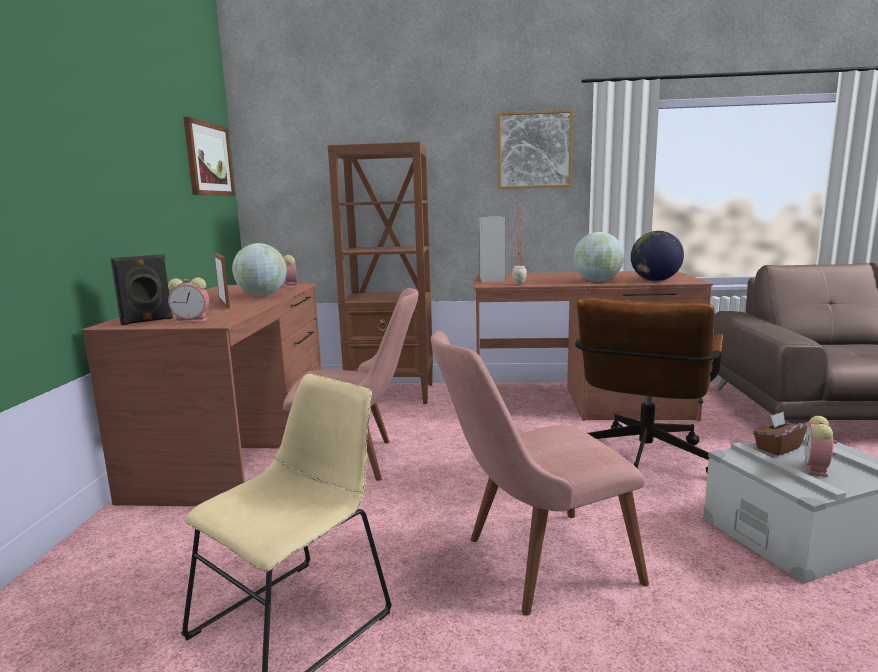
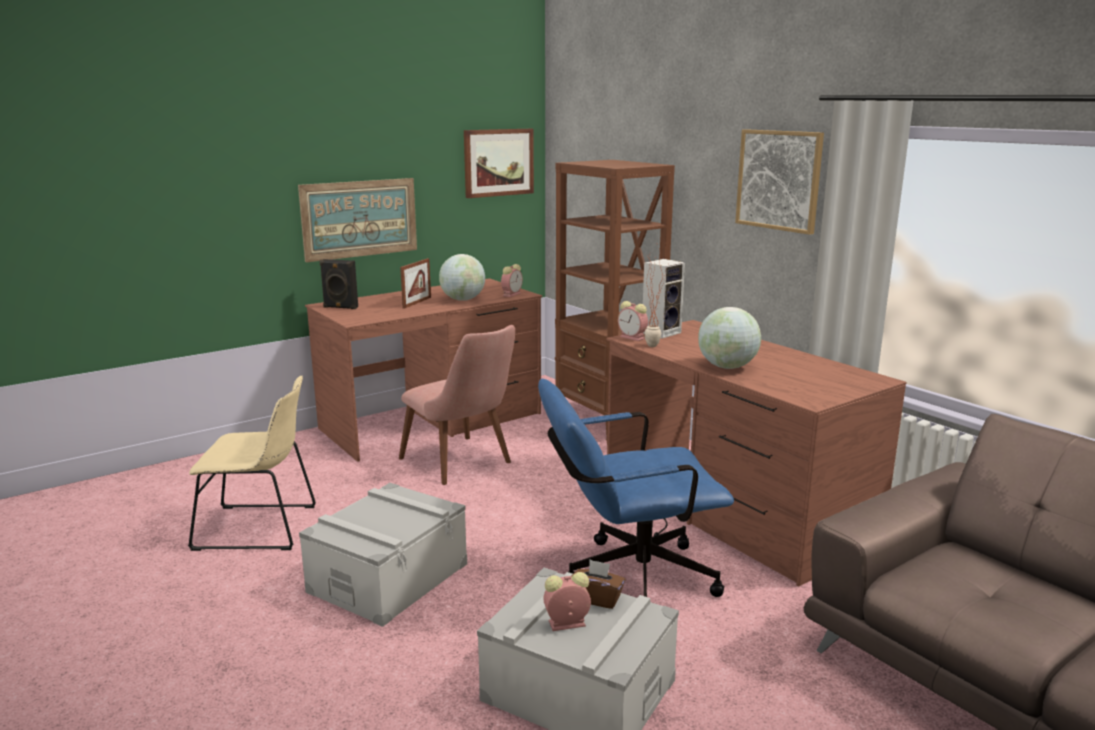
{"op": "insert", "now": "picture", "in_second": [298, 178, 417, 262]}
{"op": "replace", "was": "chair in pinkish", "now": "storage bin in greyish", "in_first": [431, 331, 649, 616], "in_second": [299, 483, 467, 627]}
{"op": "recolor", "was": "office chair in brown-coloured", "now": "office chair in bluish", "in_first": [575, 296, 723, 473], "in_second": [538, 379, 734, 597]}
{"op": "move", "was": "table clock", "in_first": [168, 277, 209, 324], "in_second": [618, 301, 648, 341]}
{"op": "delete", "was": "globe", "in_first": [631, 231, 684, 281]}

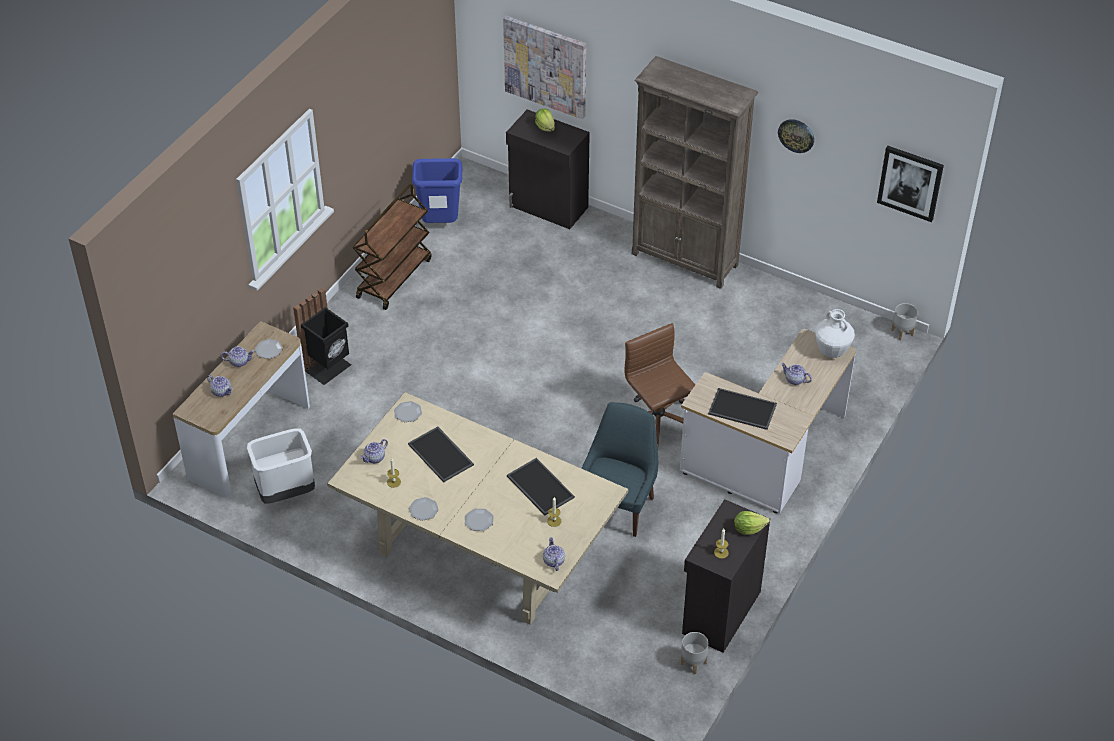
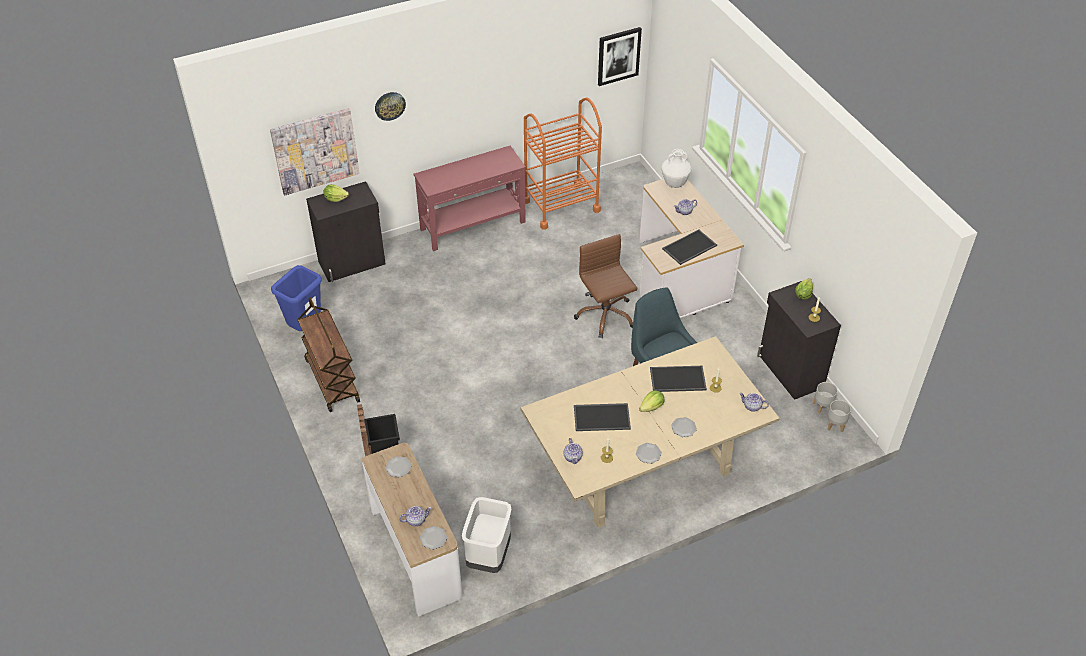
{"op": "move", "was": "clock on the wall", "in_first": [778, 119, 814, 153], "in_second": [375, 92, 406, 121]}
{"op": "replace", "was": "bookcase in brown-coloured", "now": "narrow table in reddish", "in_first": [632, 56, 758, 289], "in_second": [414, 146, 526, 251]}
{"op": "move", "was": "plate", "in_first": [394, 401, 422, 422], "in_second": [420, 526, 447, 550]}
{"op": "insert", "now": "cart in orange-coloured", "in_second": [524, 97, 602, 230]}
{"op": "rotate", "was": "office chair in brown-coloured", "in_first": [625, 323, 695, 448], "in_second": [574, 234, 637, 338], "clockwise": 60}
{"op": "insert", "now": "head of lettuce", "in_second": [639, 391, 665, 412]}
{"op": "move", "was": "plant pot in greyish", "in_first": [891, 303, 918, 340], "in_second": [827, 400, 851, 432]}
{"op": "delete", "was": "teapot", "in_first": [221, 347, 255, 367]}

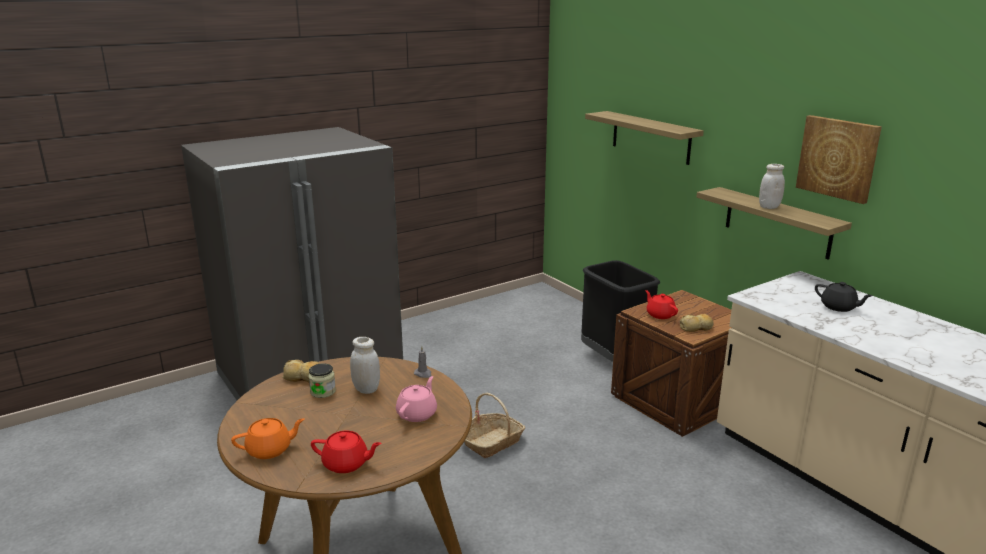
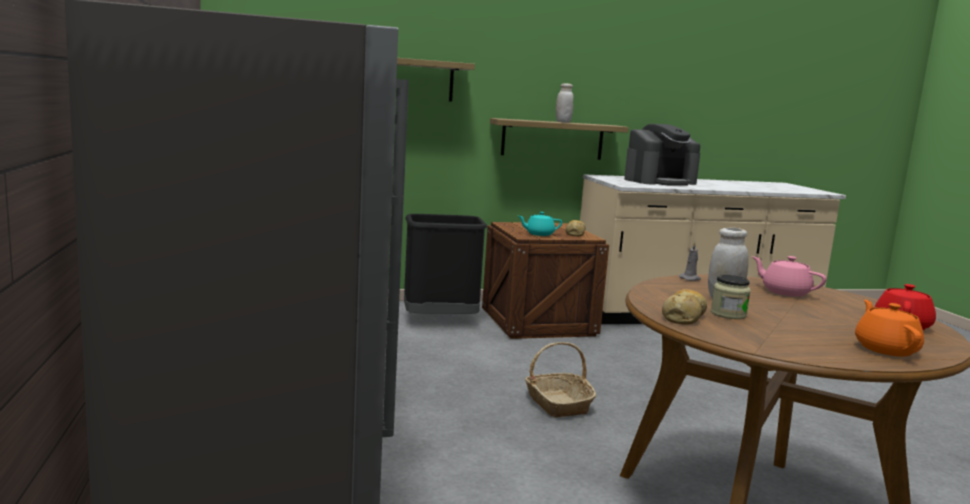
{"op": "recolor", "was": "teapot in reddish", "now": "teapot in turquoise-coloured", "in_first": [645, 290, 678, 319], "in_second": [518, 212, 562, 236]}
{"op": "replace", "was": "teapot in blackish", "now": "coffee machine", "in_first": [815, 282, 873, 312], "in_second": [624, 124, 700, 186]}
{"op": "delete", "was": "picture", "in_first": [796, 115, 882, 204]}

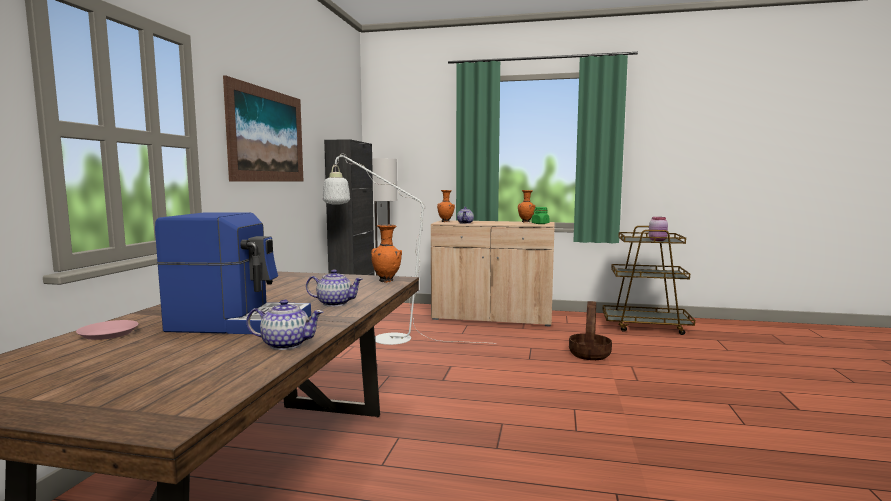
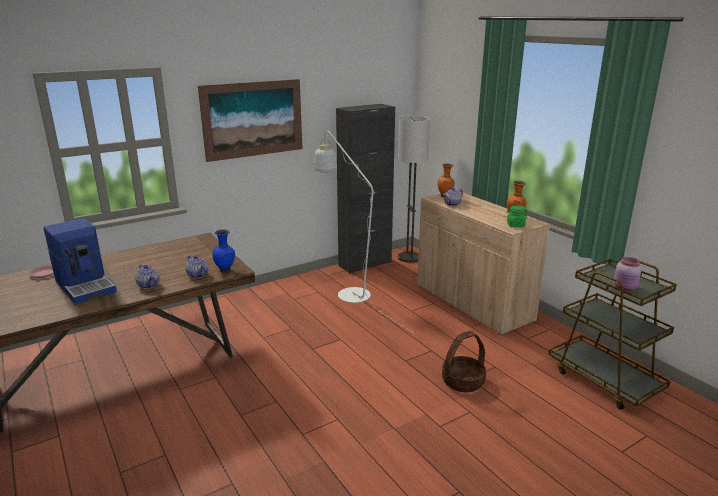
{"op": "move", "was": "teapot", "in_first": [246, 299, 323, 350], "in_second": [185, 255, 209, 278]}
{"op": "recolor", "was": "vase in orange-coloured", "now": "vase in bluish", "in_first": [371, 224, 402, 283], "in_second": [212, 229, 235, 273]}

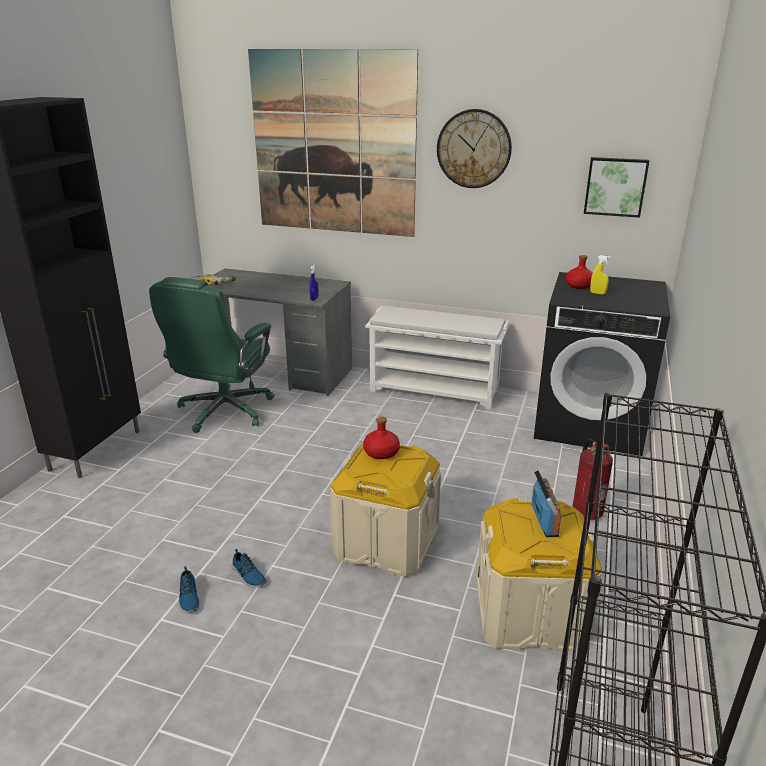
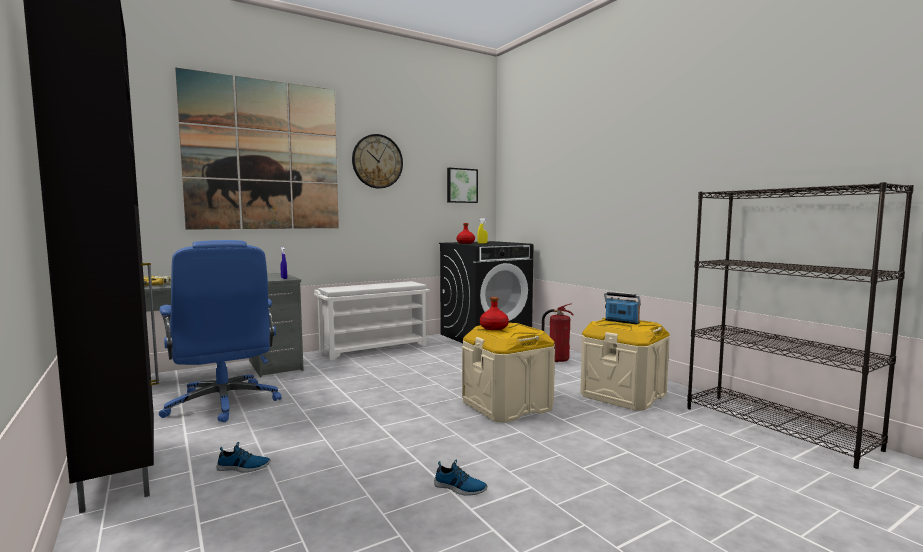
{"op": "recolor", "was": "office chair in green-coloured", "now": "office chair in bluish", "in_first": [149, 277, 275, 433], "in_second": [159, 240, 282, 422]}
{"op": "move", "was": "item of footwear", "in_first": [232, 549, 267, 588], "in_second": [217, 442, 270, 472]}

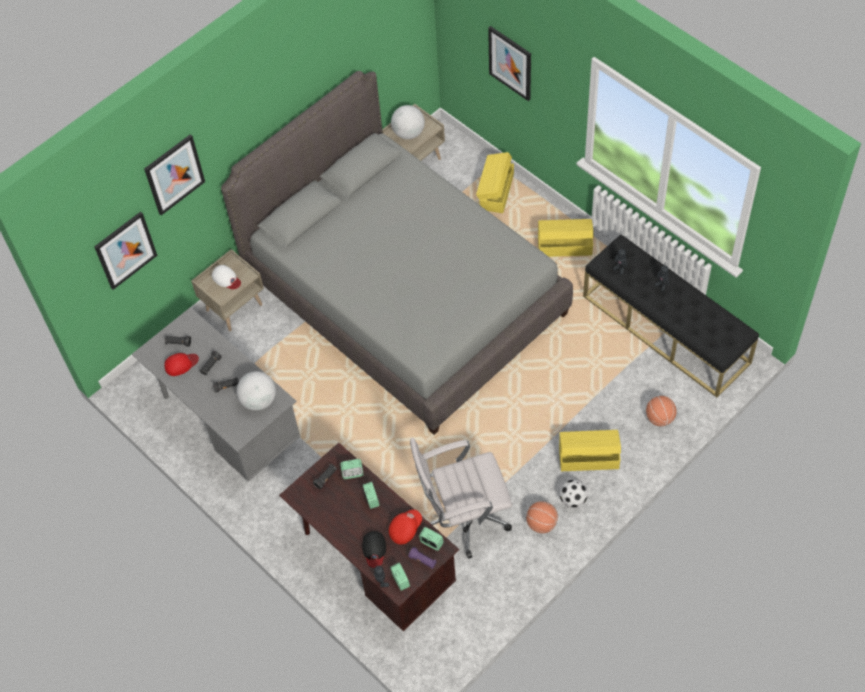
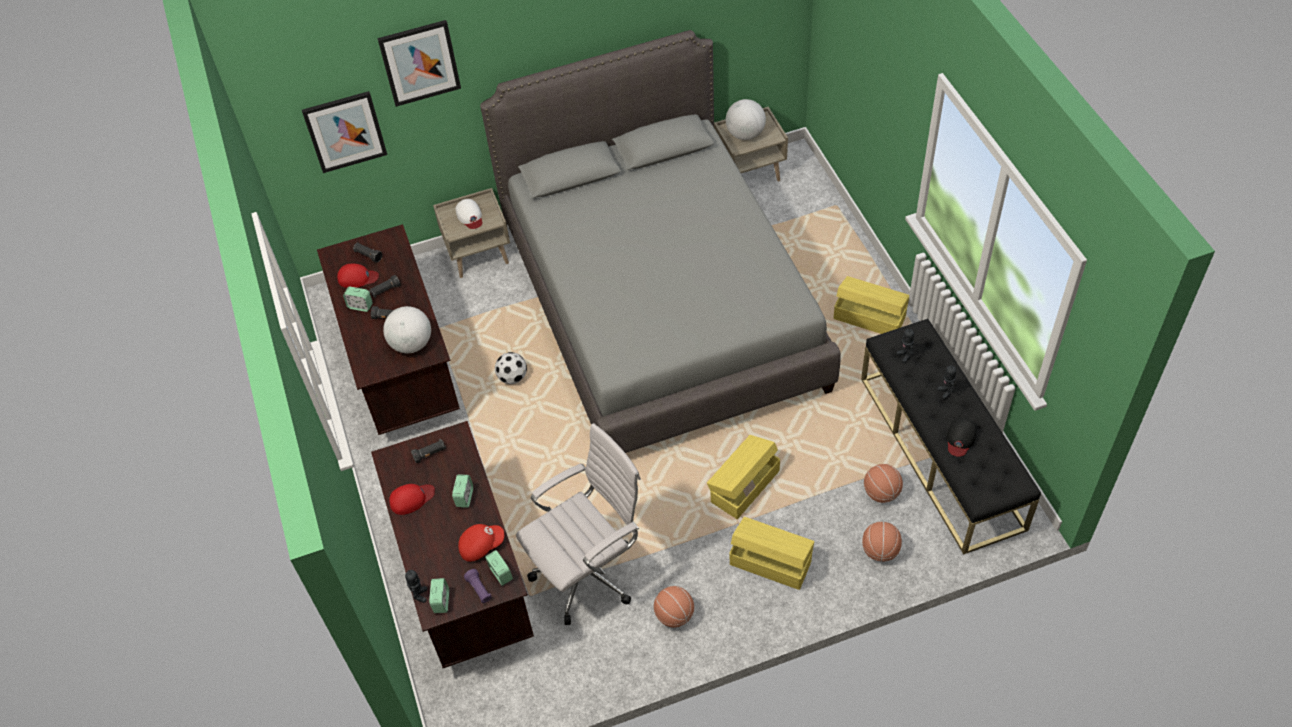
{"op": "recolor", "was": "desk table in greyish", "now": "desk table in brown-coloured", "in_first": [132, 307, 300, 482], "in_second": [317, 224, 460, 435]}
{"op": "move", "was": "table clock", "in_first": [340, 459, 364, 479], "in_second": [343, 287, 373, 312]}
{"op": "insert", "now": "baseball cap in reddish", "in_second": [389, 484, 435, 515]}
{"op": "move", "was": "football", "in_first": [560, 479, 588, 508], "in_second": [495, 352, 527, 384]}
{"op": "rotate", "was": "office chair in white-coloured", "in_first": [410, 438, 512, 559], "in_second": [516, 423, 641, 625], "clockwise": 135}
{"op": "move", "was": "storage bin in yellowish", "in_first": [476, 152, 514, 213], "in_second": [707, 435, 780, 519]}
{"op": "insert", "now": "basketball", "in_second": [864, 464, 903, 503]}
{"op": "move", "was": "baseball cap in blackish", "in_first": [362, 531, 386, 568], "in_second": [947, 417, 977, 457]}
{"op": "delete", "was": "picture", "in_first": [488, 26, 531, 101]}

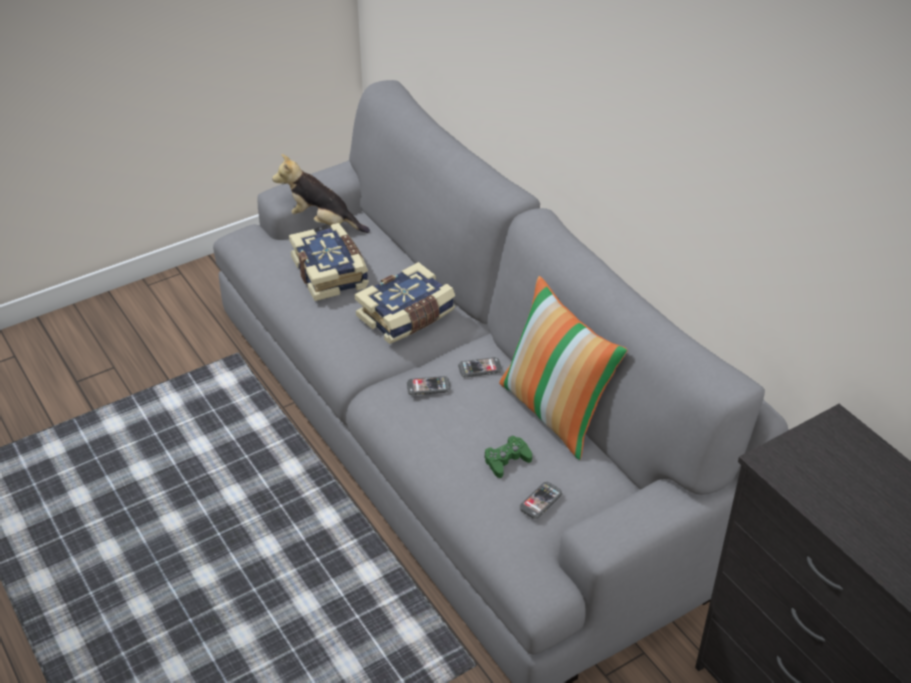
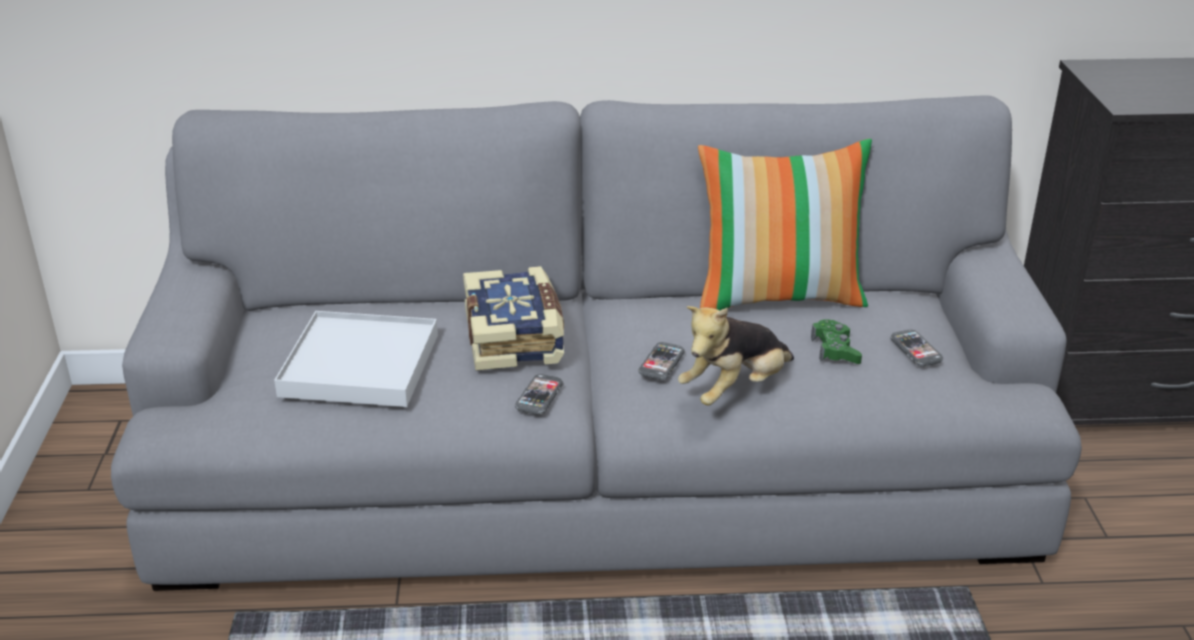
{"op": "replace", "was": "volume", "now": "tray in white-coloured", "in_first": [289, 223, 369, 301], "in_second": [274, 311, 438, 407]}
{"op": "move", "was": "telephone", "in_first": [458, 357, 502, 377], "in_second": [515, 374, 563, 415]}
{"op": "move", "was": "plush toy", "in_first": [272, 154, 370, 233], "in_second": [678, 306, 794, 406]}

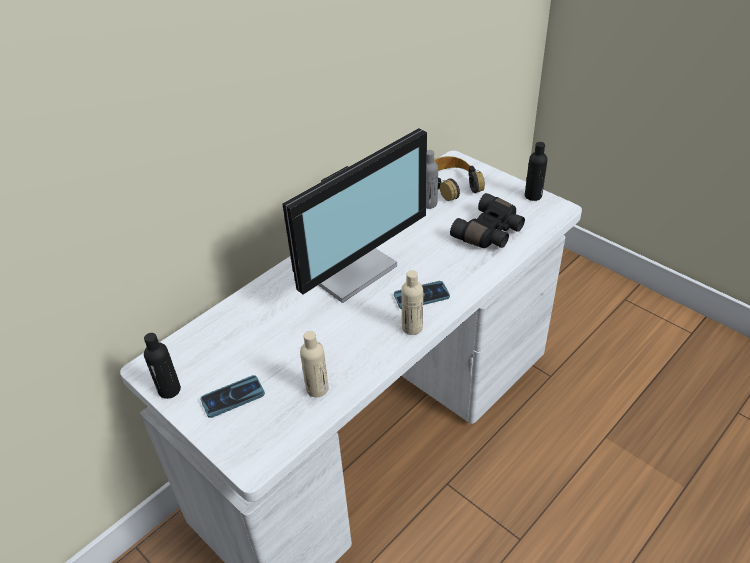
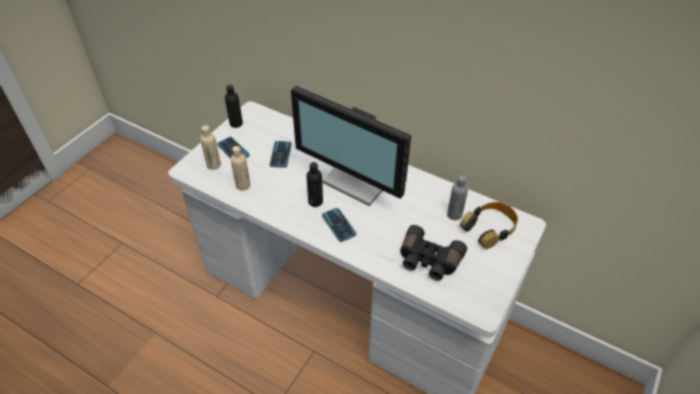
{"op": "move", "was": "beverage bottle in sand-coloured", "in_first": [401, 270, 423, 335], "in_second": [200, 125, 221, 170]}
{"op": "insert", "now": "telephone", "in_second": [270, 141, 292, 168]}
{"op": "move", "was": "beverage bottle in blackish", "in_first": [525, 142, 547, 201], "in_second": [306, 162, 323, 207]}

